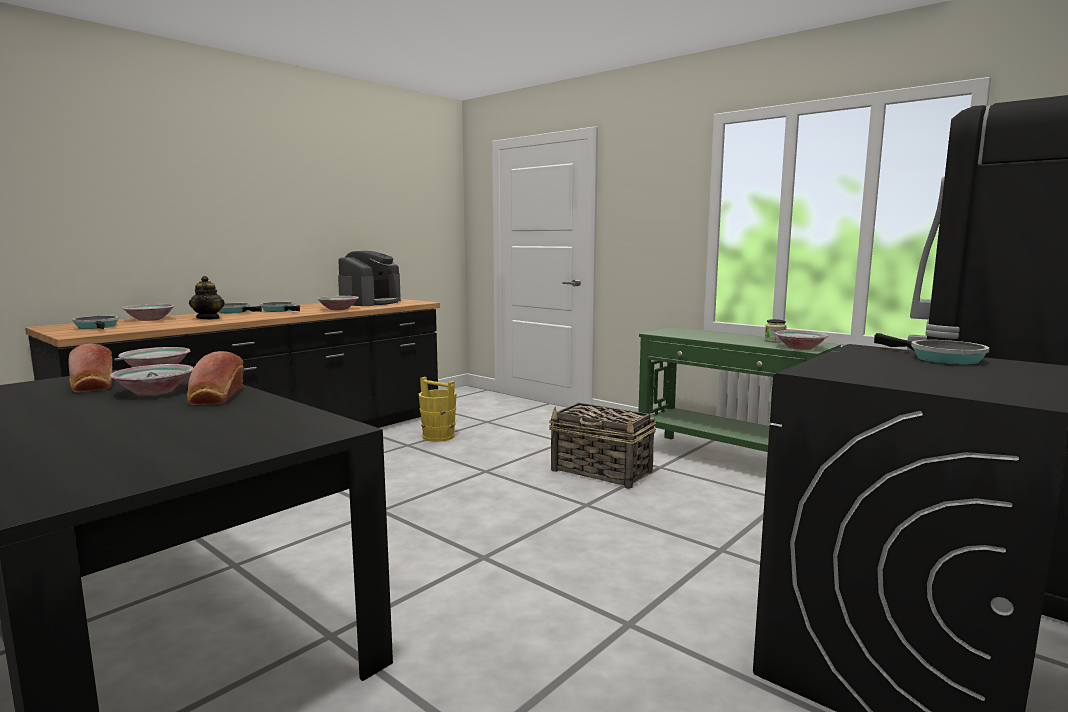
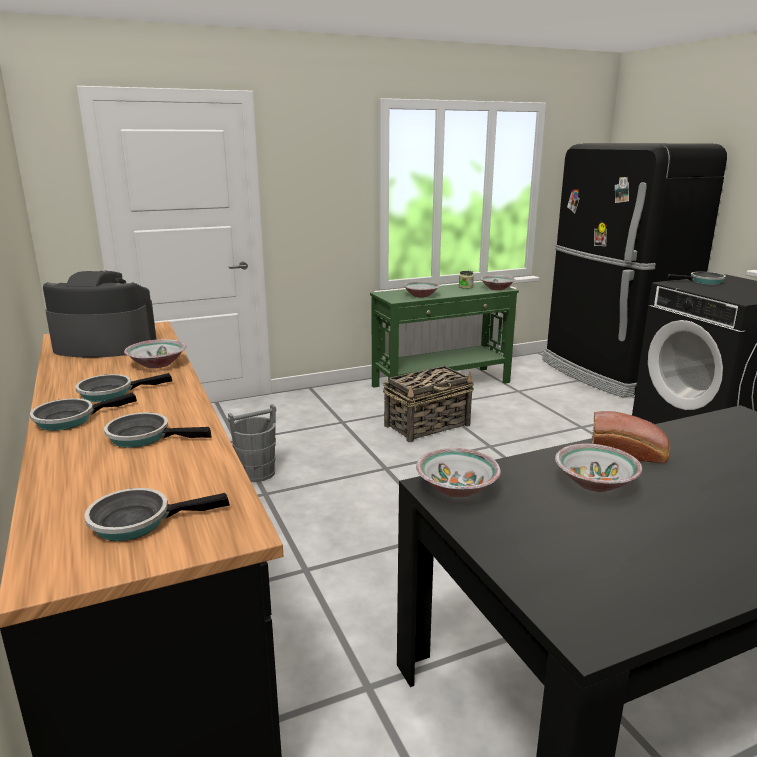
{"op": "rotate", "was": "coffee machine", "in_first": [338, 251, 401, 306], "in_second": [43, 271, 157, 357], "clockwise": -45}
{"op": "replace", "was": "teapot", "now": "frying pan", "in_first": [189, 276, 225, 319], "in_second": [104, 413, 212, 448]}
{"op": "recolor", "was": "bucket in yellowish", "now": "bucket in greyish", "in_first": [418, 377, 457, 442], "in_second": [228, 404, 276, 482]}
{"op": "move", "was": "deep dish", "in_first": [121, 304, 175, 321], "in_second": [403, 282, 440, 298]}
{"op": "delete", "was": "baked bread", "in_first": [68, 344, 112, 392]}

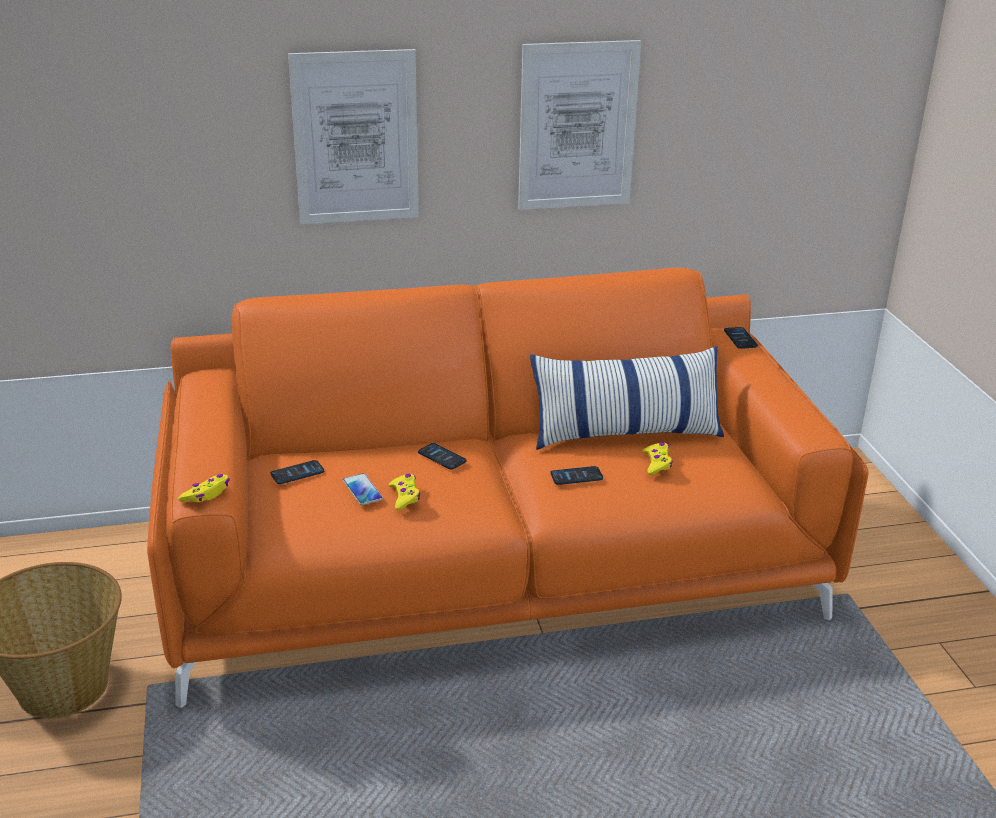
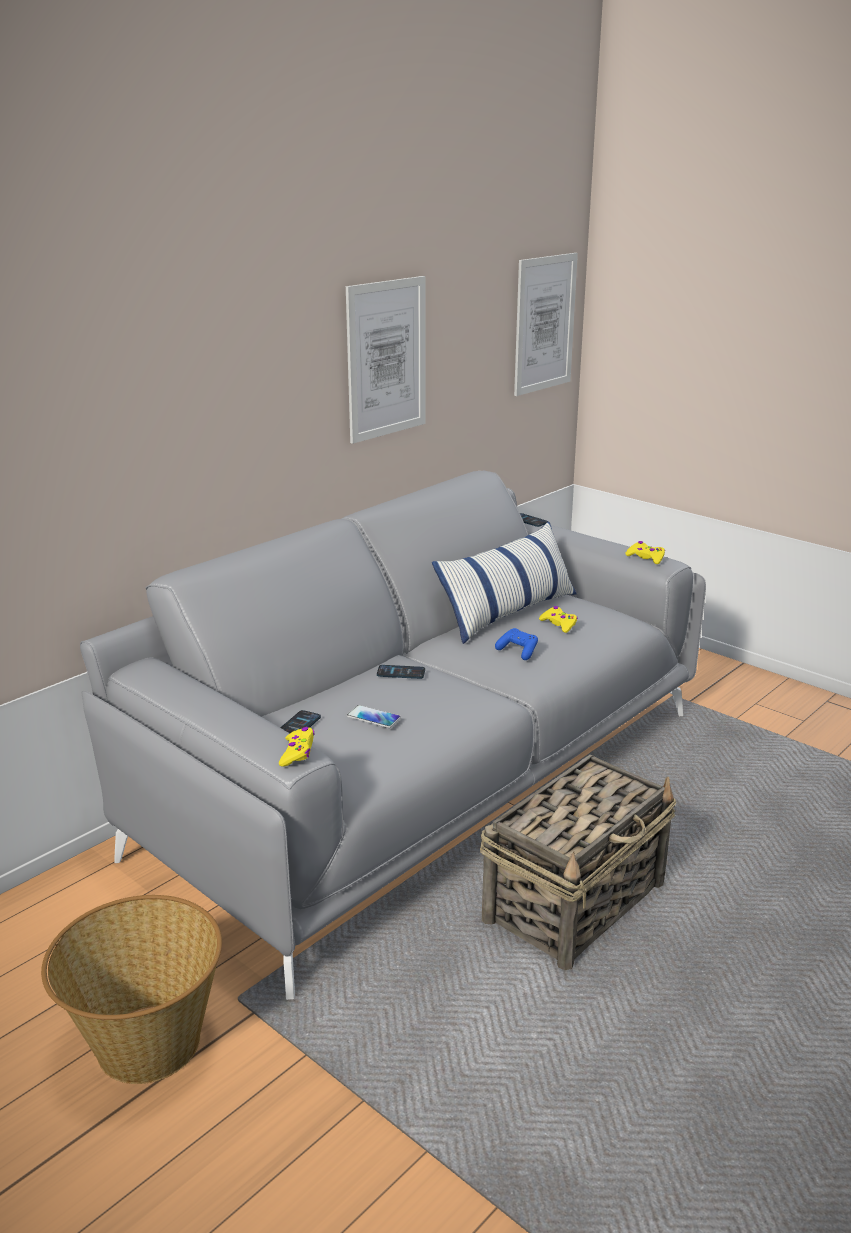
{"op": "recolor", "was": "sofa in orange-coloured", "now": "sofa in greyish", "in_first": [147, 267, 869, 708], "in_second": [80, 471, 706, 1000]}
{"op": "insert", "now": "storage basket", "in_second": [480, 755, 676, 970]}
{"op": "replace", "was": "telephone", "now": "joypad in bluish", "in_first": [550, 466, 603, 485], "in_second": [495, 628, 538, 660]}
{"op": "move", "was": "picture", "in_first": [288, 49, 419, 224], "in_second": [514, 253, 578, 396]}
{"op": "move", "was": "joypad in yellowish", "in_first": [389, 473, 420, 510], "in_second": [625, 541, 665, 564]}

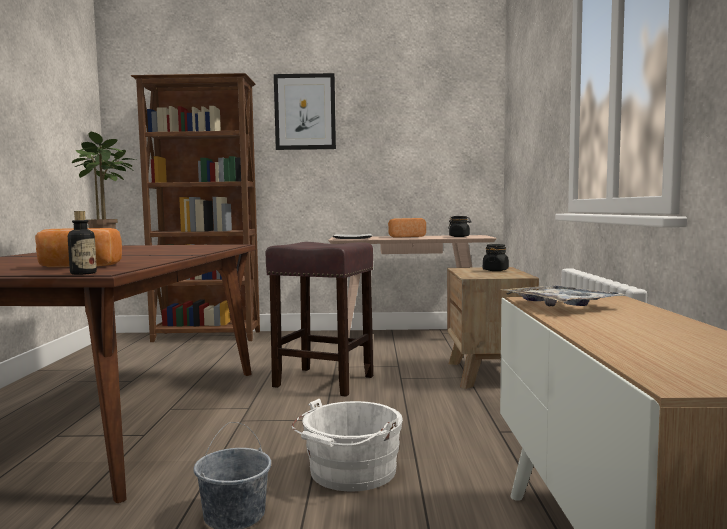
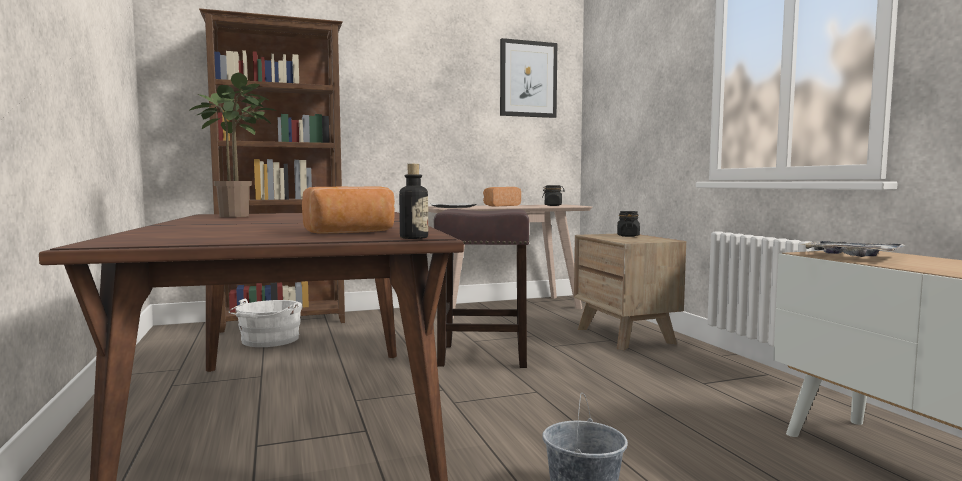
{"op": "move", "was": "bucket in white-coloured", "in_first": [292, 399, 403, 491], "in_second": [228, 298, 302, 347]}
{"op": "move", "was": "picture", "in_first": [274, 73, 336, 150], "in_second": [500, 38, 557, 118]}

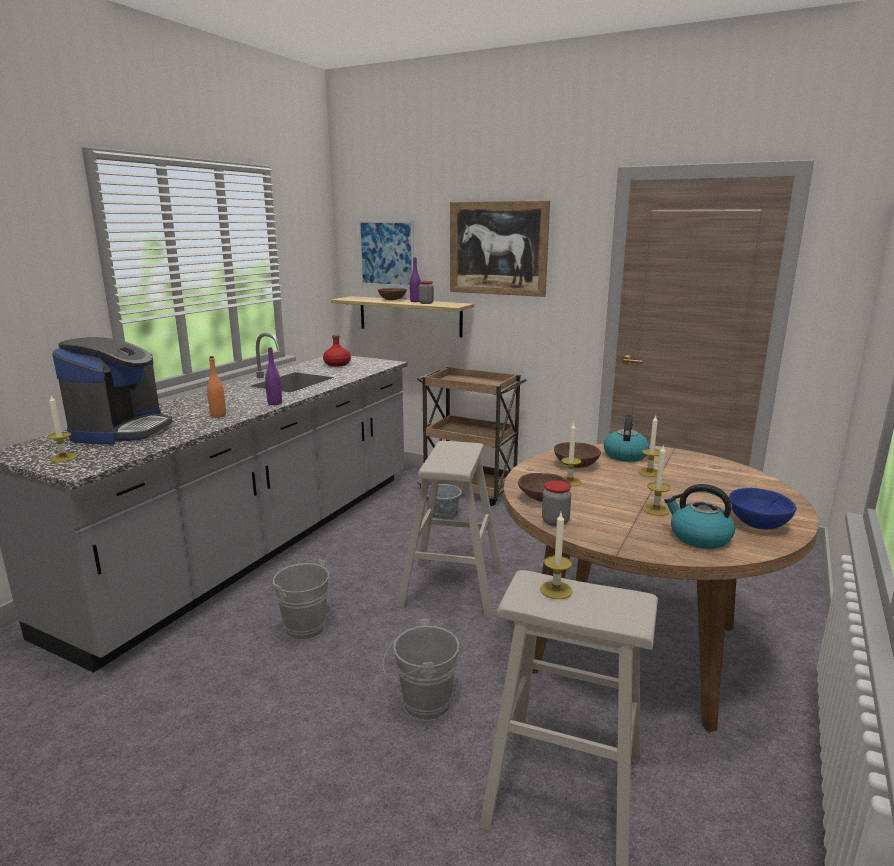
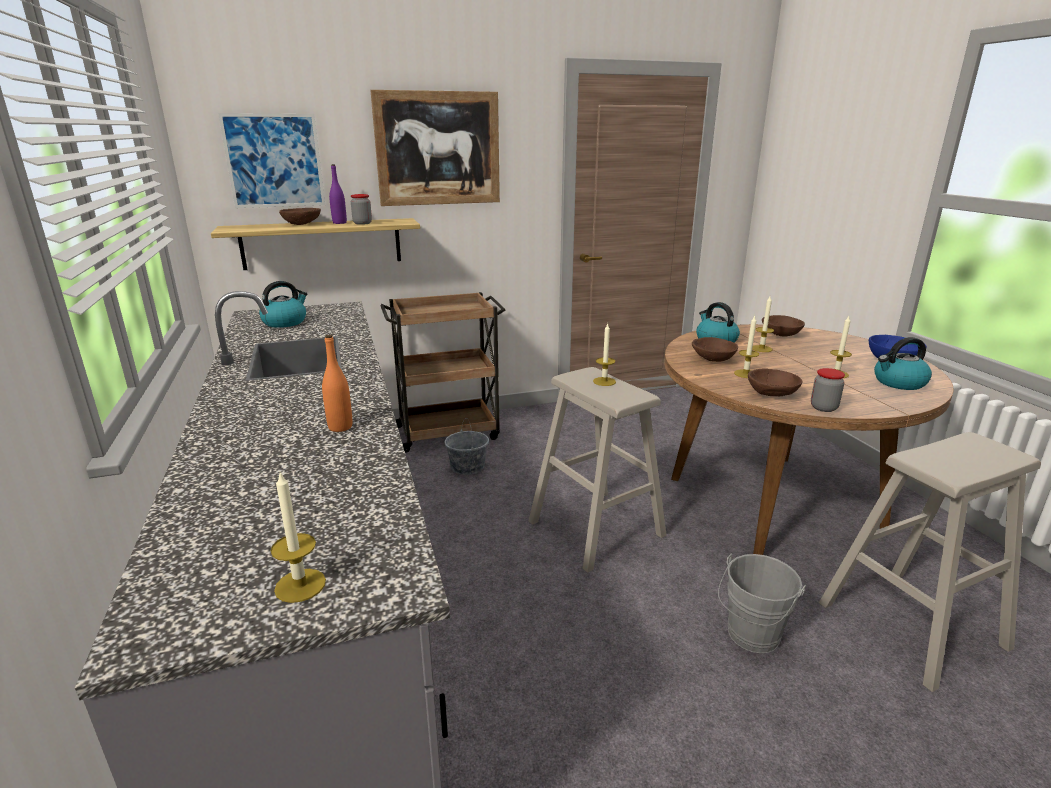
{"op": "replace", "was": "beverage bottle in reddish", "now": "kettle", "in_first": [323, 335, 351, 367], "in_second": [259, 281, 307, 328]}
{"op": "move", "was": "wax candle", "in_first": [540, 513, 573, 599], "in_second": [593, 323, 616, 386]}
{"op": "insert", "now": "deep dish in brown-coloured", "in_second": [762, 315, 805, 336]}
{"op": "delete", "was": "coffee machine", "in_first": [52, 337, 173, 444]}
{"op": "delete", "was": "beverage bottle in purple", "in_first": [265, 347, 282, 405]}
{"op": "delete", "was": "bucket in greyish", "in_first": [265, 559, 329, 640]}

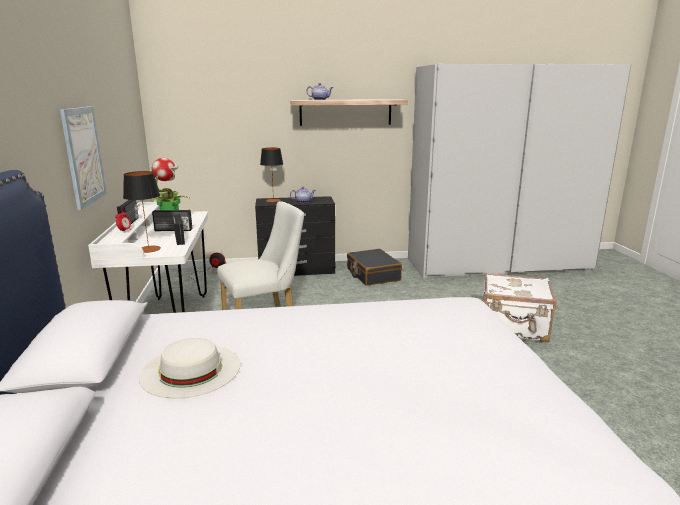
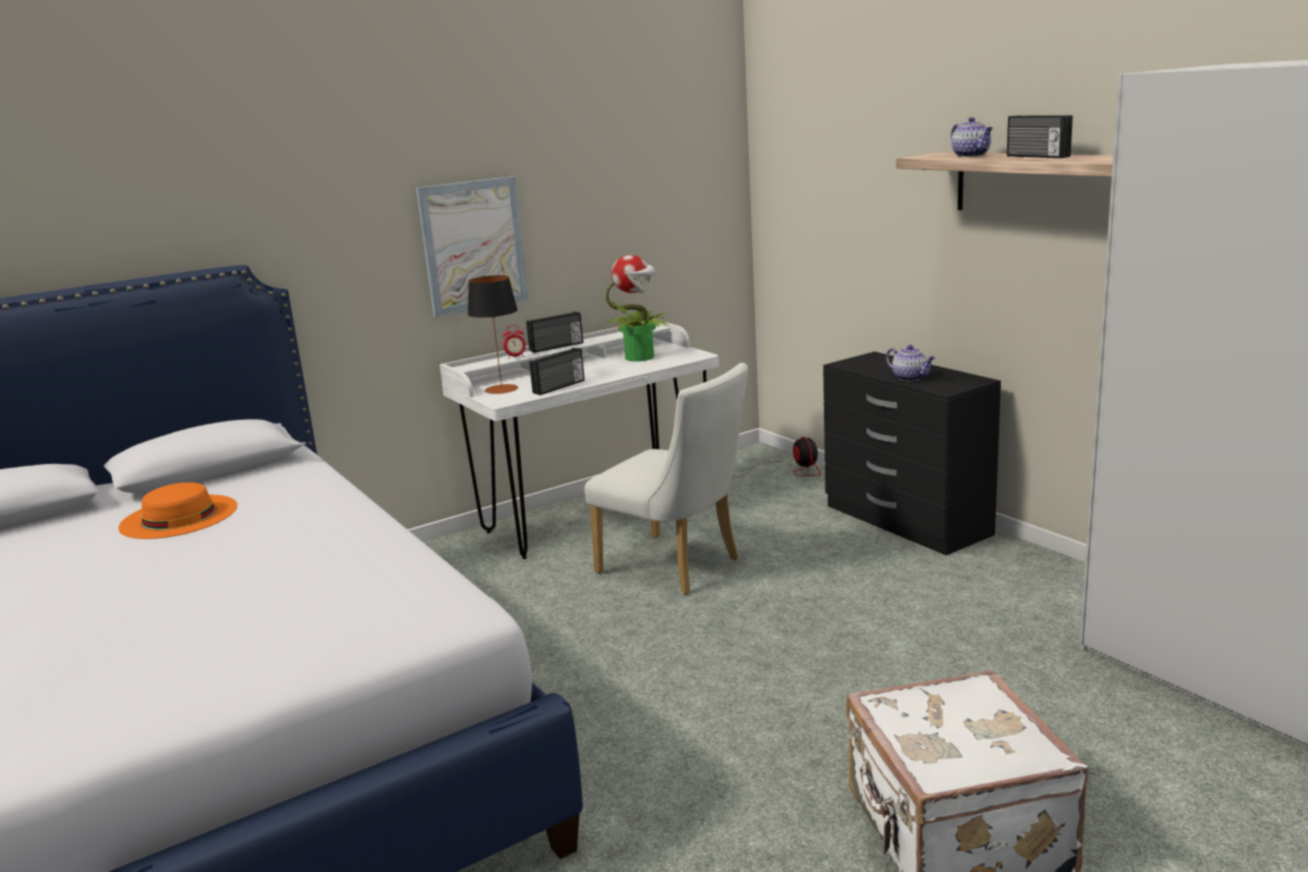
{"op": "recolor", "was": "wearable hat in white-coloured", "now": "wearable hat in orange-coloured", "in_first": [139, 338, 241, 399], "in_second": [118, 482, 237, 539]}
{"op": "move", "was": "radio set", "in_first": [152, 210, 192, 231], "in_second": [1007, 115, 1073, 158]}
{"op": "delete", "was": "lamp for a table", "in_first": [260, 148, 283, 202]}
{"op": "delete", "was": "travel case in blackish", "in_first": [347, 249, 402, 286]}

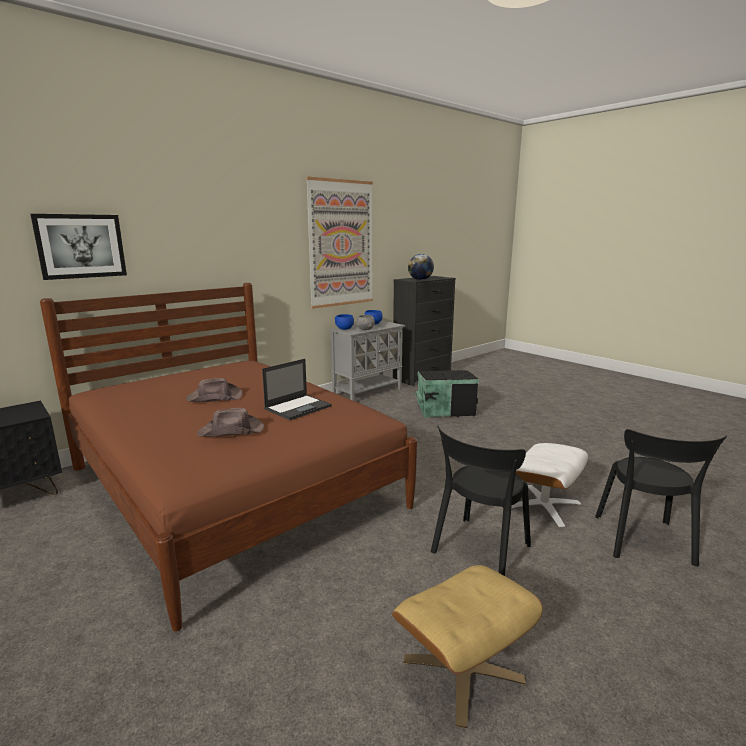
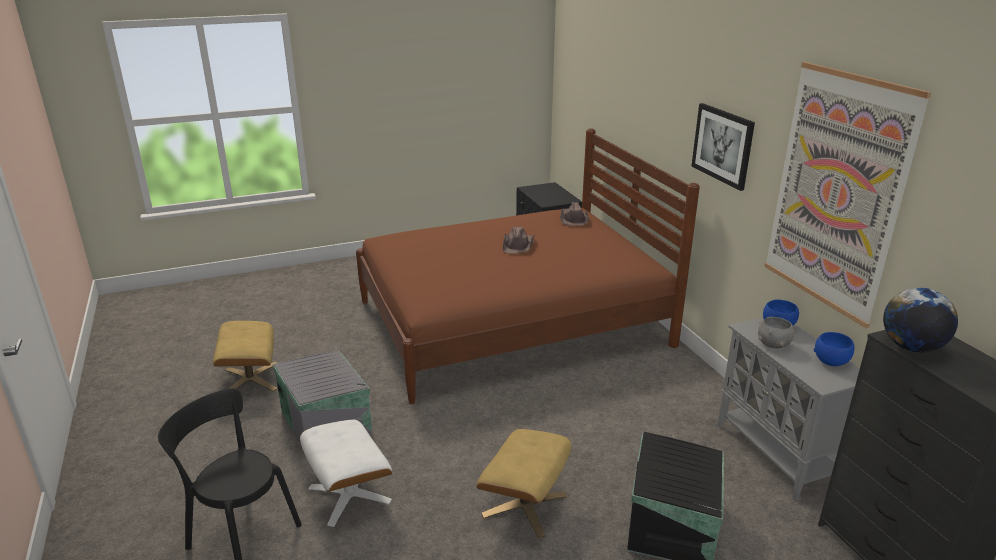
{"op": "replace", "was": "chair in blackish", "now": "storage bin in greyish", "in_first": [431, 426, 531, 576], "in_second": [272, 350, 373, 444]}
{"op": "insert", "now": "ottoman in sand-coloured", "in_second": [477, 429, 572, 538]}
{"op": "move", "was": "wearable hat in brown-coloured", "in_first": [197, 408, 264, 437], "in_second": [560, 202, 589, 226]}
{"op": "move", "was": "picture", "in_first": [31, 214, 127, 280], "in_second": [691, 103, 755, 191]}
{"op": "delete", "was": "portable computer", "in_first": [262, 359, 332, 420]}

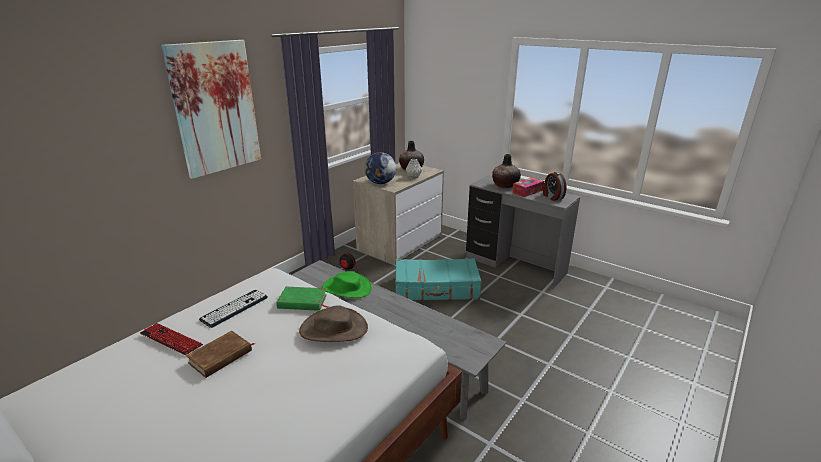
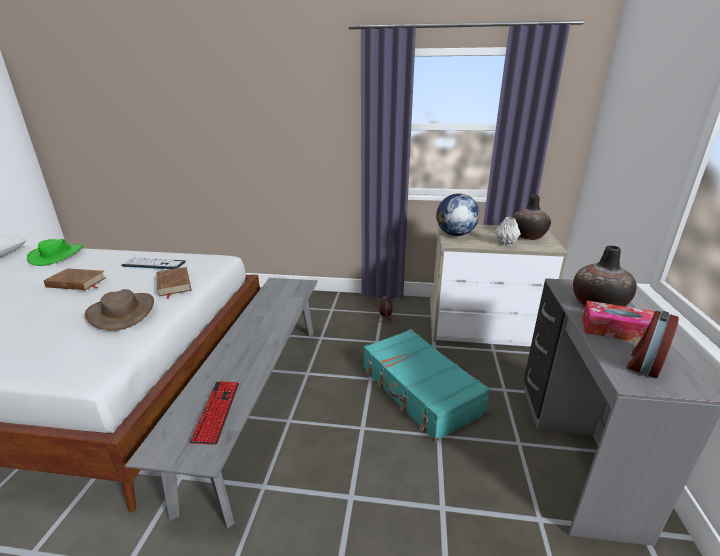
{"op": "move", "was": "wearable hat in green-coloured", "in_first": [322, 271, 372, 298], "in_second": [27, 239, 84, 266]}
{"op": "recolor", "was": "volume in green-coloured", "now": "volume in brown-coloured", "in_first": [276, 287, 329, 311], "in_second": [157, 267, 192, 299]}
{"op": "move", "was": "computer keyboard", "in_first": [140, 323, 203, 355], "in_second": [190, 381, 239, 445]}
{"op": "delete", "was": "picture", "in_first": [161, 40, 261, 179]}

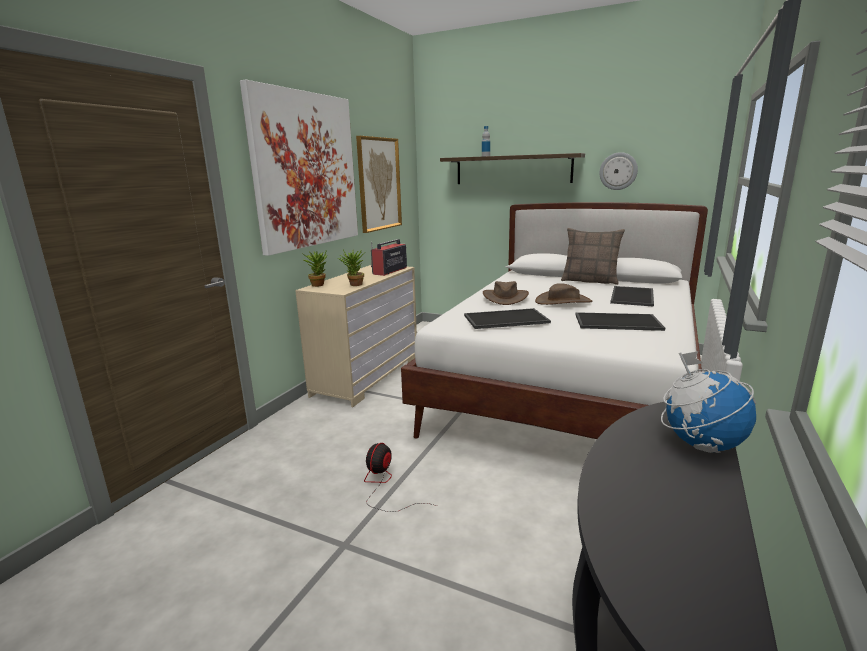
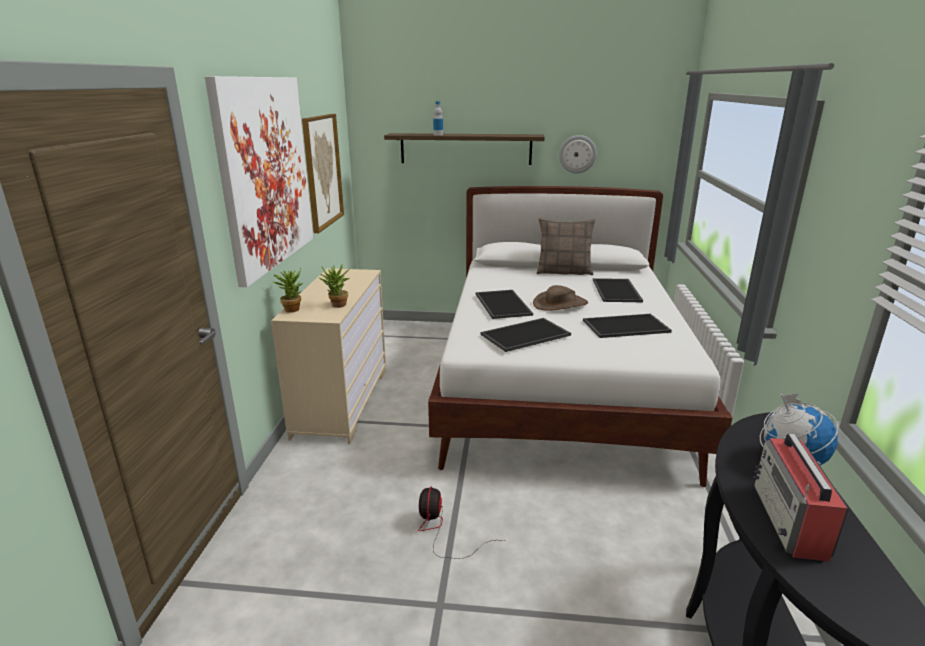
{"op": "replace", "was": "wearable hat in brown-coloured", "now": "tray", "in_first": [483, 281, 529, 305], "in_second": [476, 290, 533, 319]}
{"op": "move", "was": "radio set", "in_first": [371, 239, 407, 276], "in_second": [753, 434, 849, 562]}

